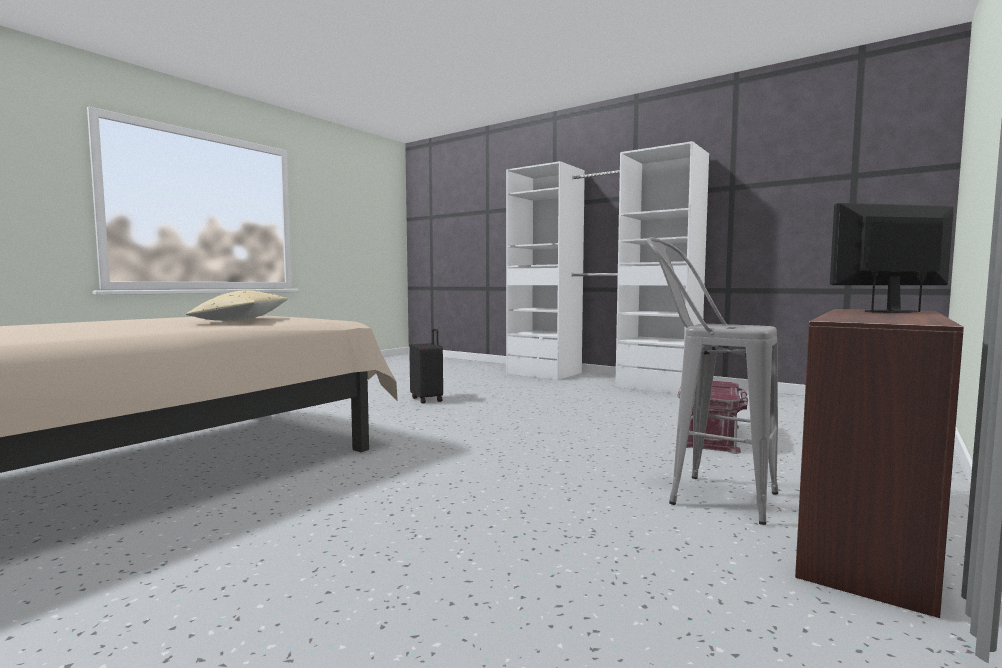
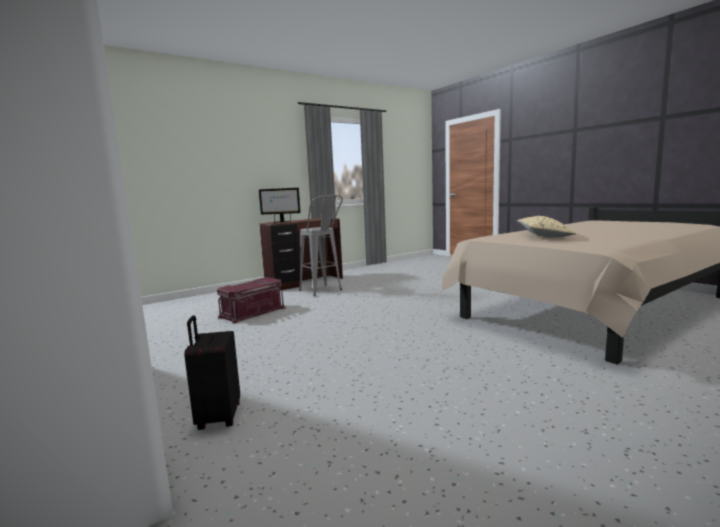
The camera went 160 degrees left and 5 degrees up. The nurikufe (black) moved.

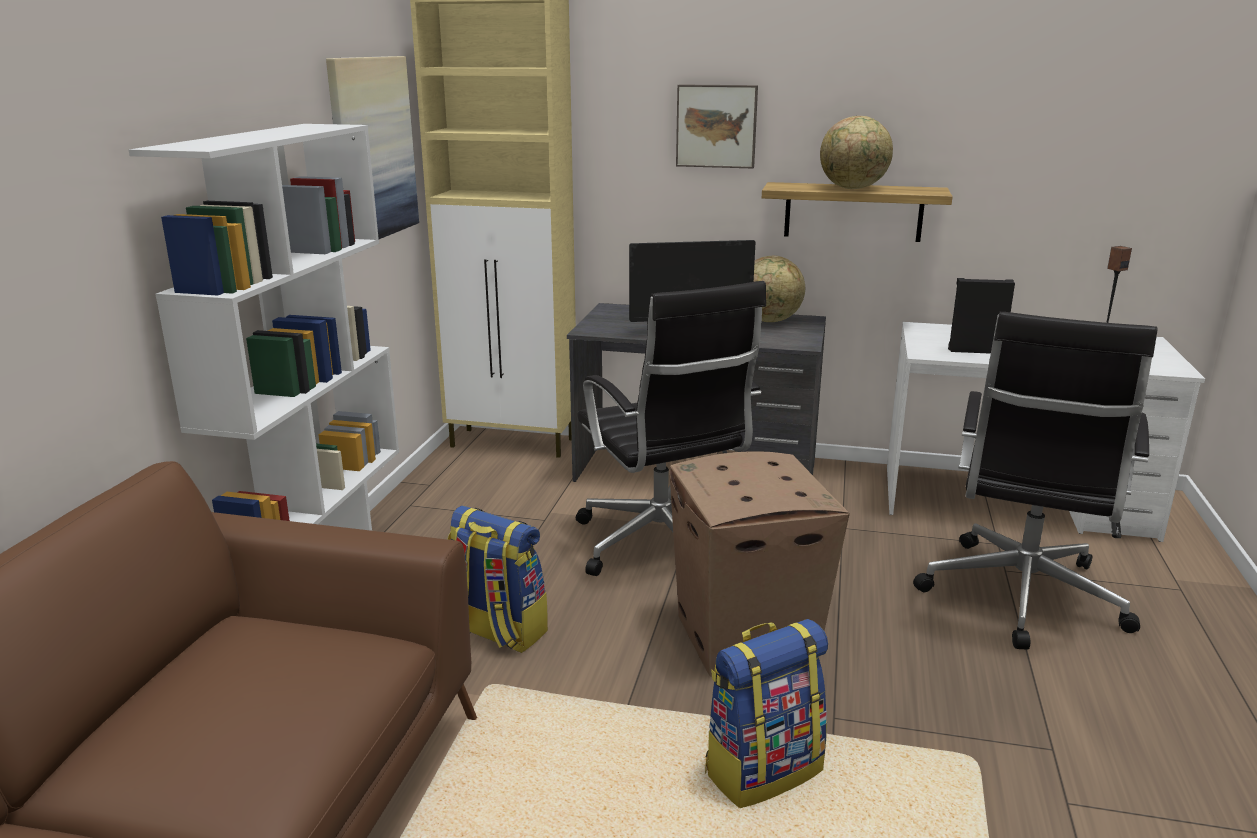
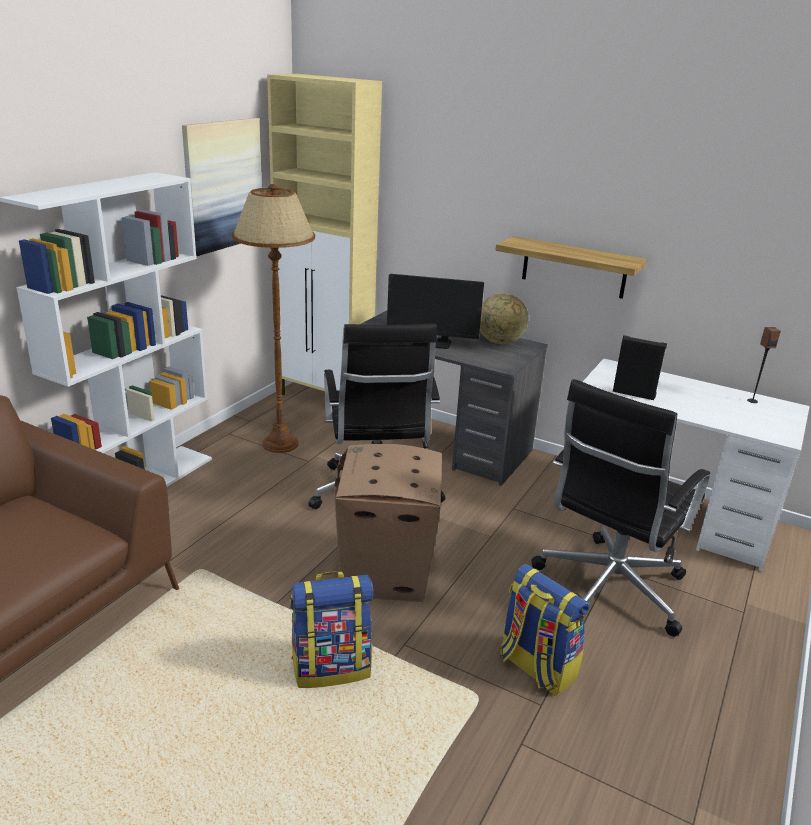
The camera went 15 degrees right and 5 degrees up. The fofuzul (2nd from left) disappeared. The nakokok (2nd from left) disappeared. The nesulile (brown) appeared. The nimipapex (1st from left in the first image) moved.

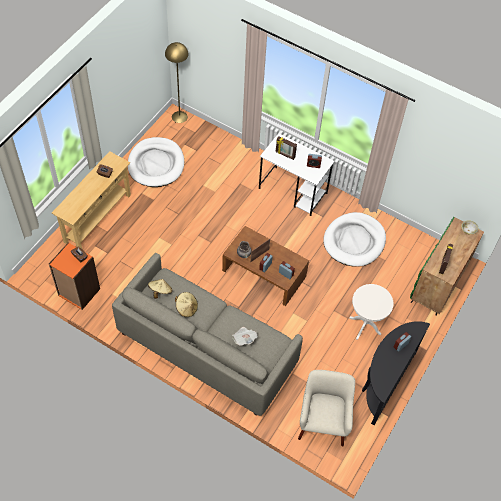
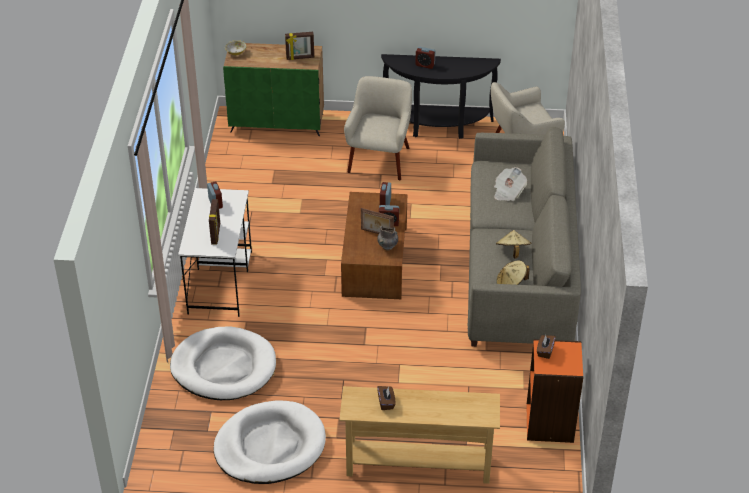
The camera went 115 degrees left and 15 degrees down. The nesulile (yellow) disappeared. The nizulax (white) (2nd from left in the first image) moved. The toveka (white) was replaced by the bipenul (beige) (1st from left).

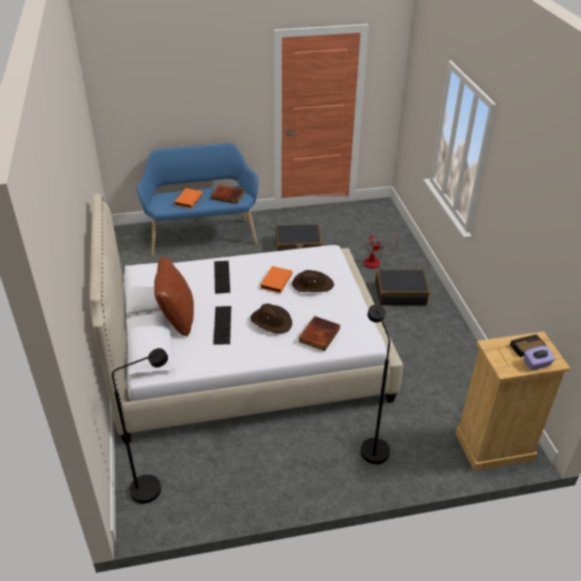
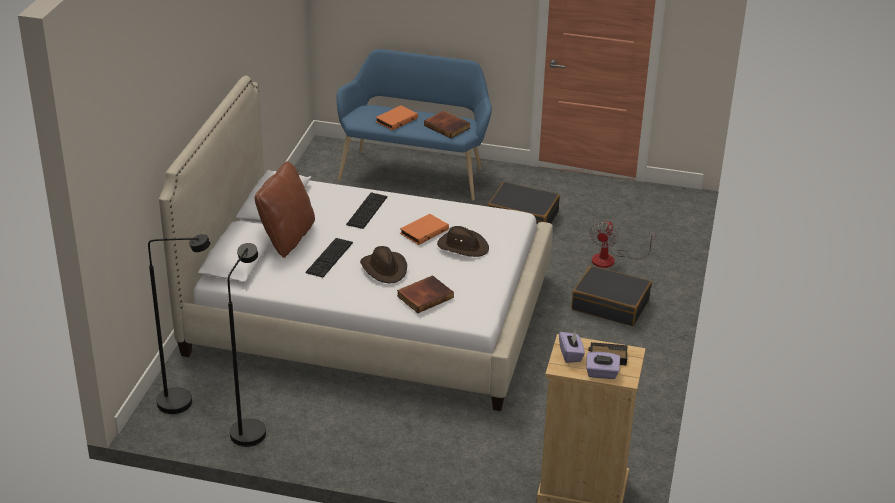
The camera went 25 degrees right and 5 degrees down. The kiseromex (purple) (1st from left) appeared. The nesulile (black) (2nd from left) moved.

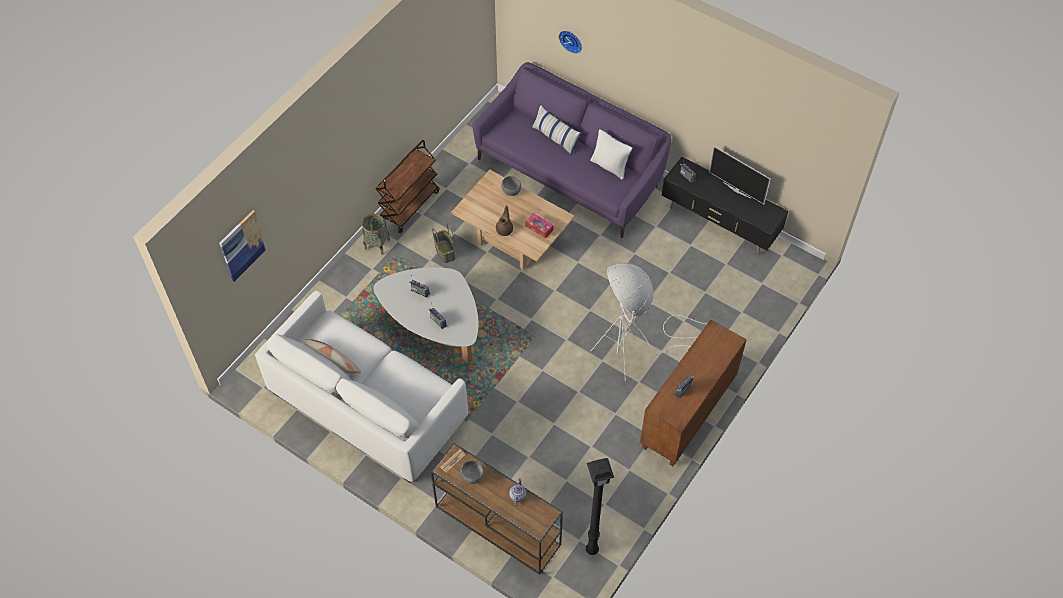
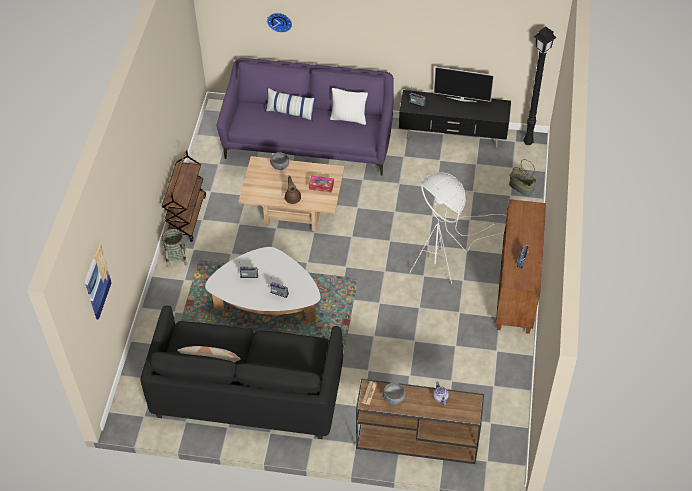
The camera went 25 degrees left and 5 degrees down. The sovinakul (2nd from left) moved. The nesulile (black) moved. The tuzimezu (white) became the tuzimezu (black).

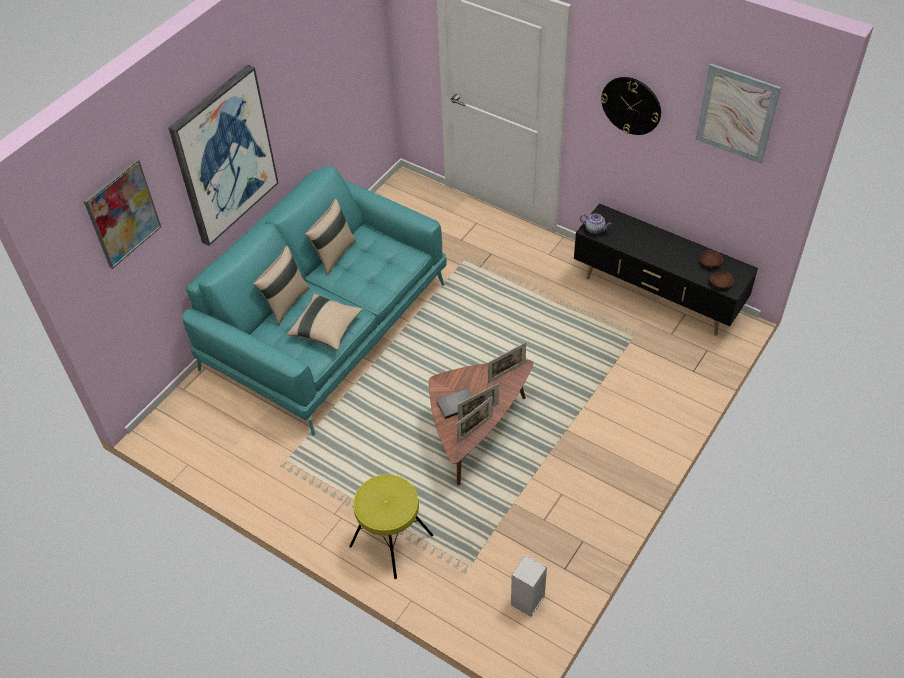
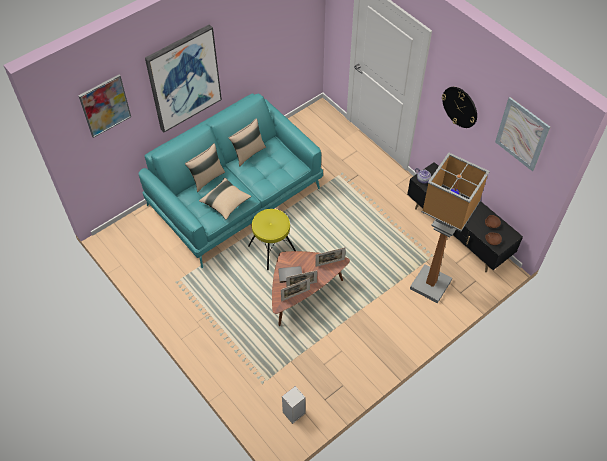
The camera went 15 degrees right and 5 degrees up. The nesulile appeared. The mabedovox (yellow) moved.

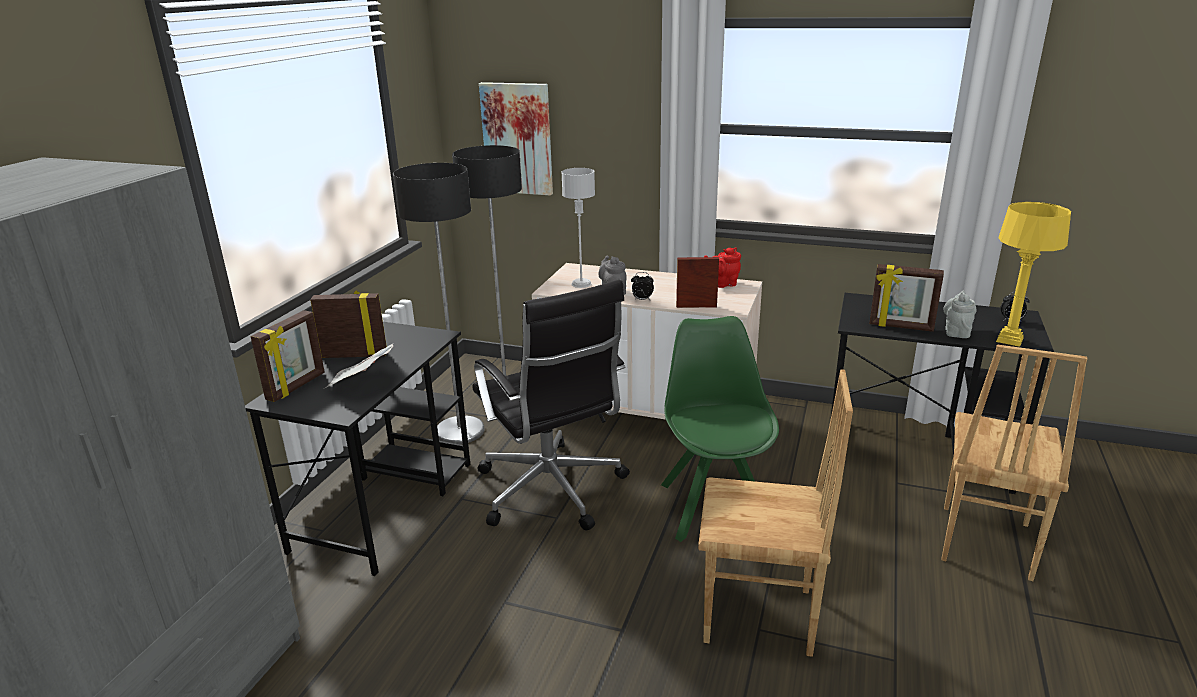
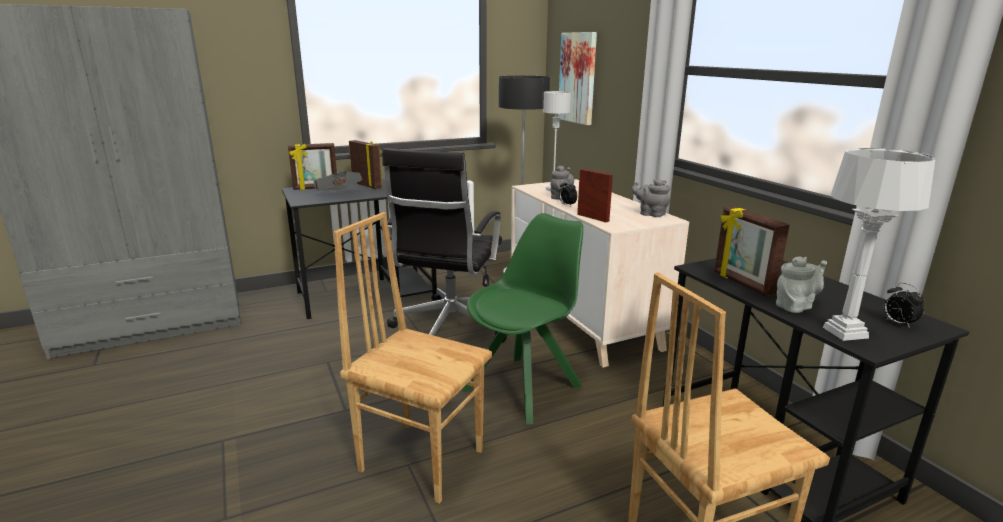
The camera went 45 degrees right and 5 degrees down. The nesulile (1st from left) disappeared. The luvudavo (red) became the luvudavo (grey) (2nd from left). The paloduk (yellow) became the paloduk (grey) (2nd from left). The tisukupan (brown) (1st from left) turned 150 degrees clockwise.

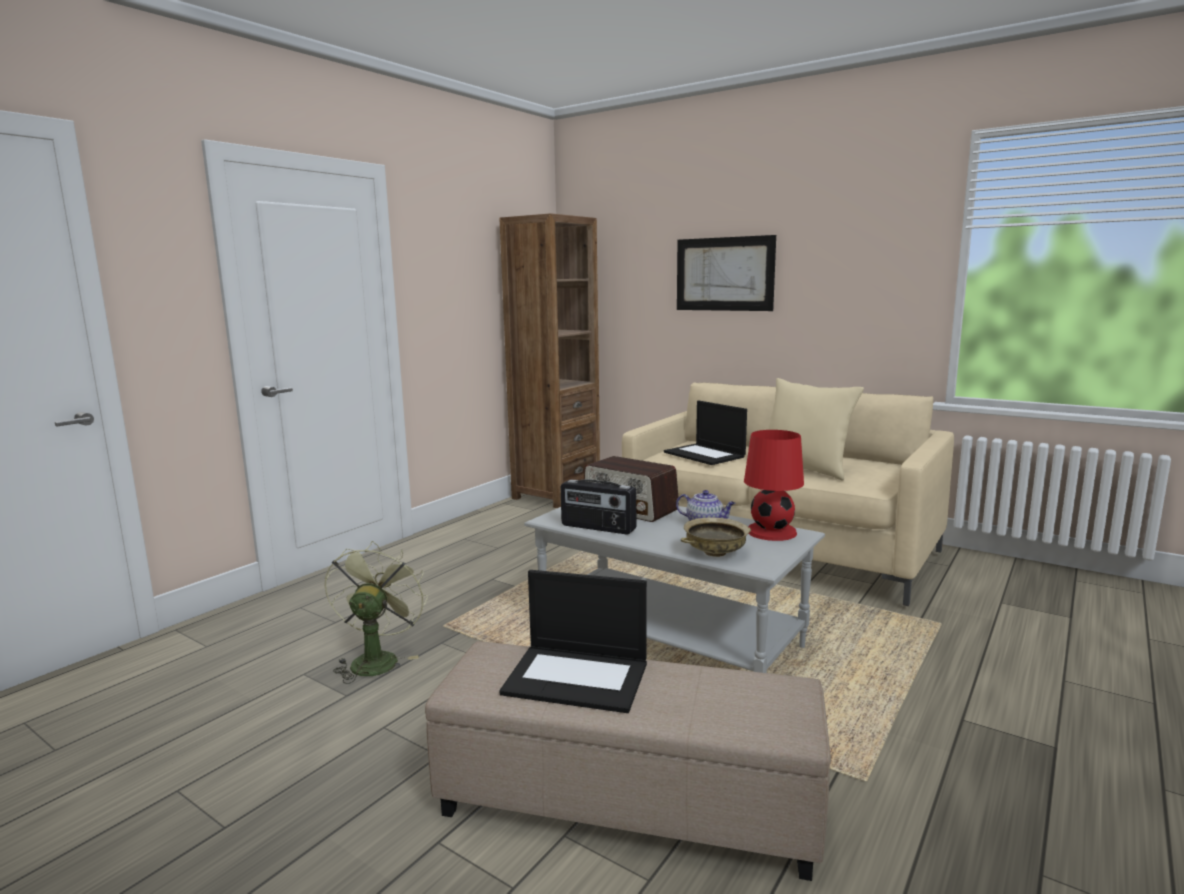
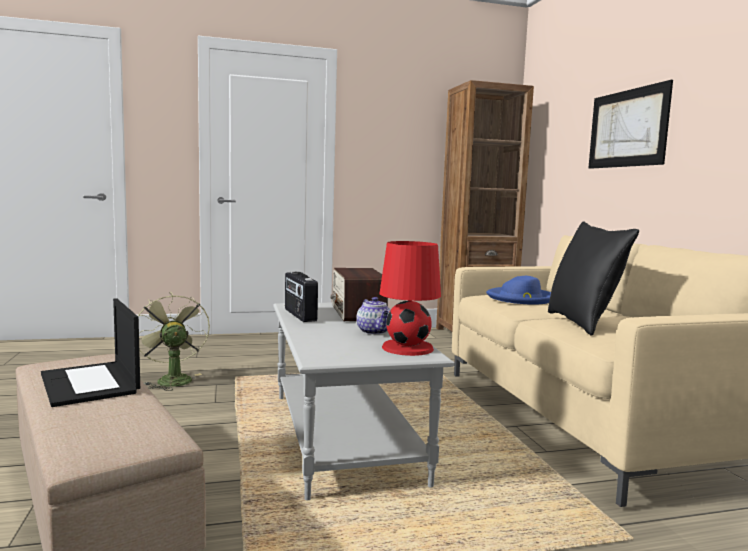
The camera went 40 degrees right and 5 degrees down. The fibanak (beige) disappeared. The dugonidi (2nd from left) was replaced by the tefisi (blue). The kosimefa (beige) became the kosimefa (black). The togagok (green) turned 75 degrees counterclockwise.

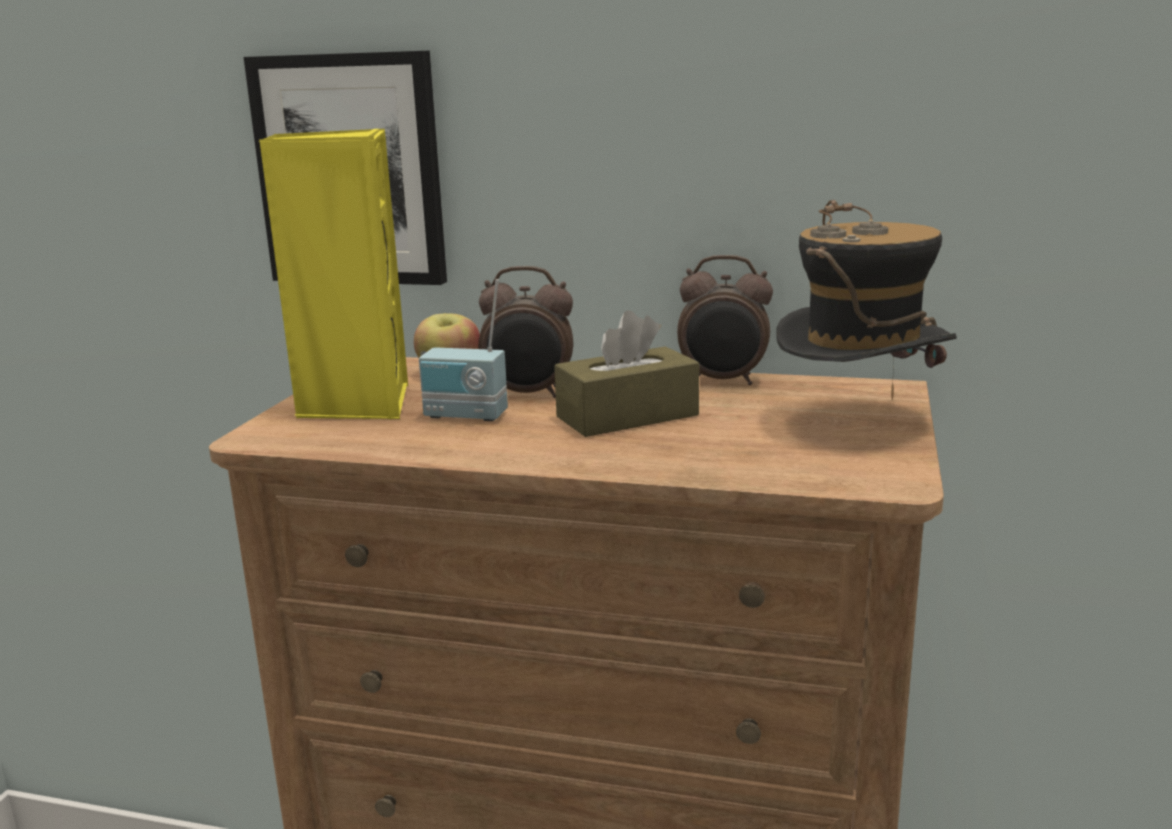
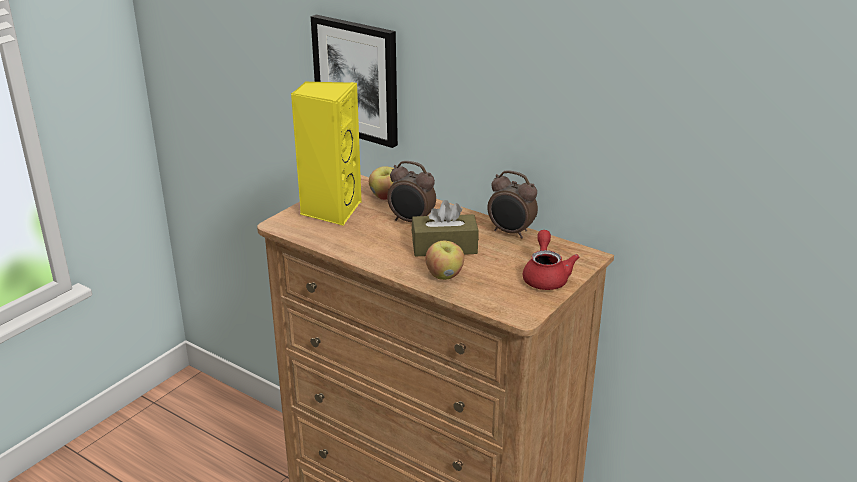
The camera went 20 degrees right and 10 degrees up. The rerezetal disappeared. The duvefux (2nd from left) appeared. The tefisi was replaced by the luvudavo (red).

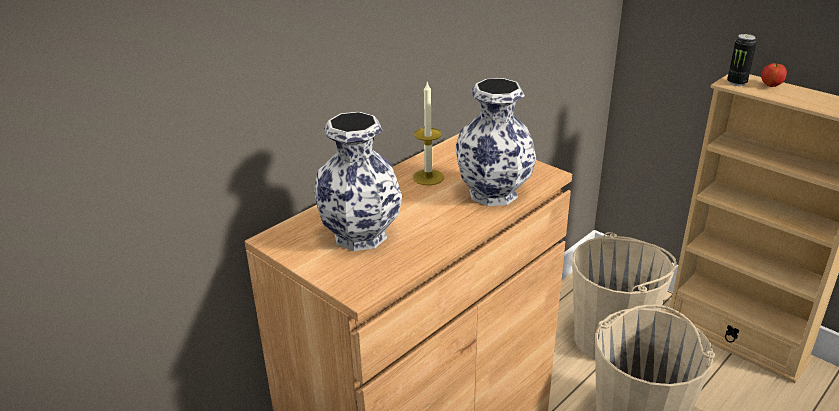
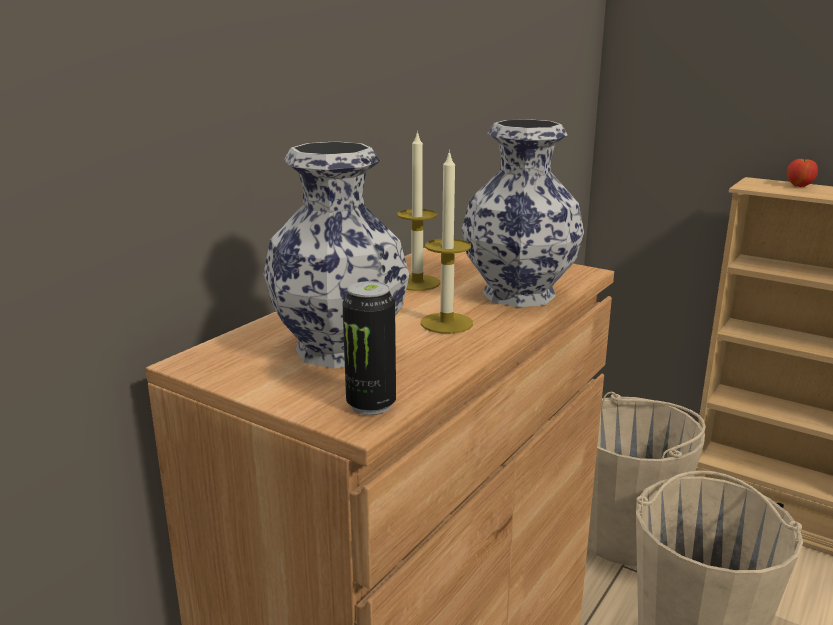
The camera went 10 degrees left and 10 degrees down. The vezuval (2nd from left) appeared. The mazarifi moved.

